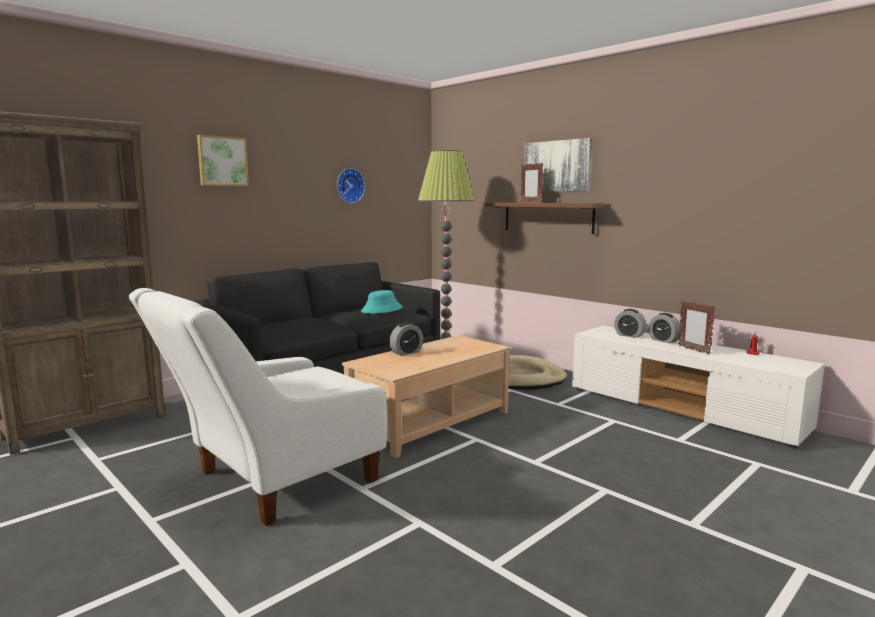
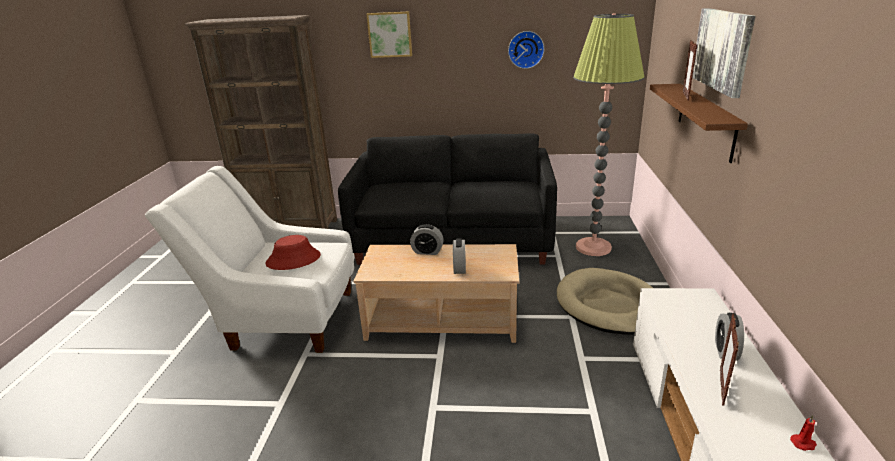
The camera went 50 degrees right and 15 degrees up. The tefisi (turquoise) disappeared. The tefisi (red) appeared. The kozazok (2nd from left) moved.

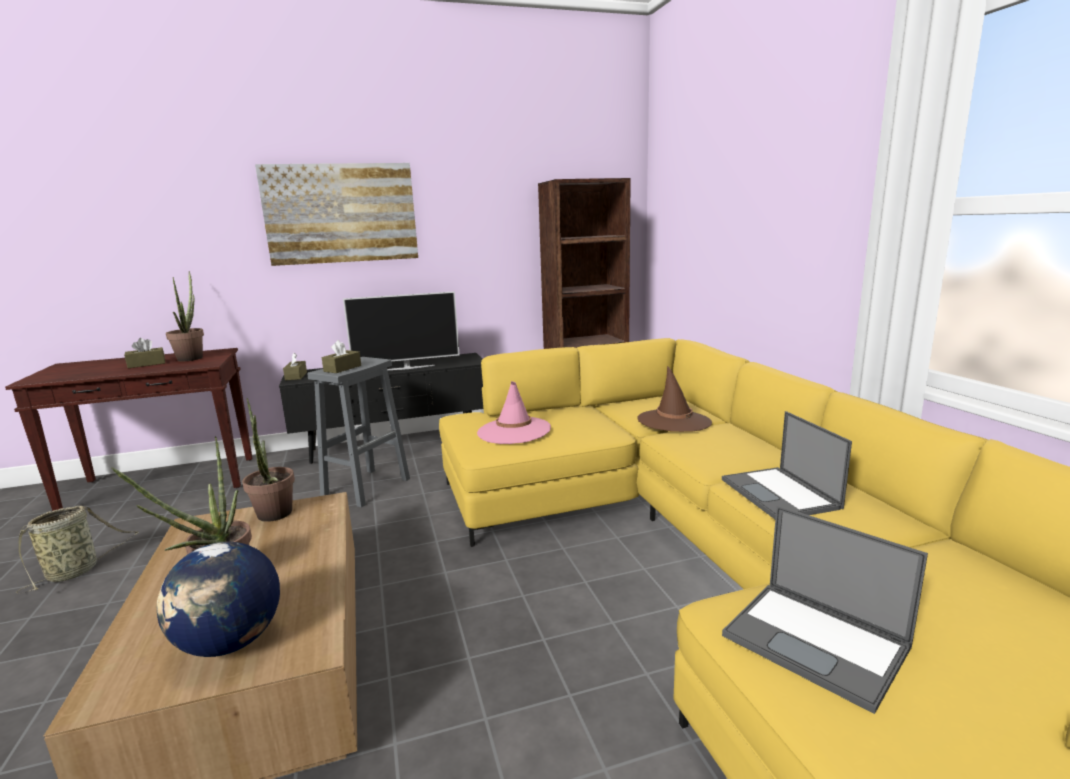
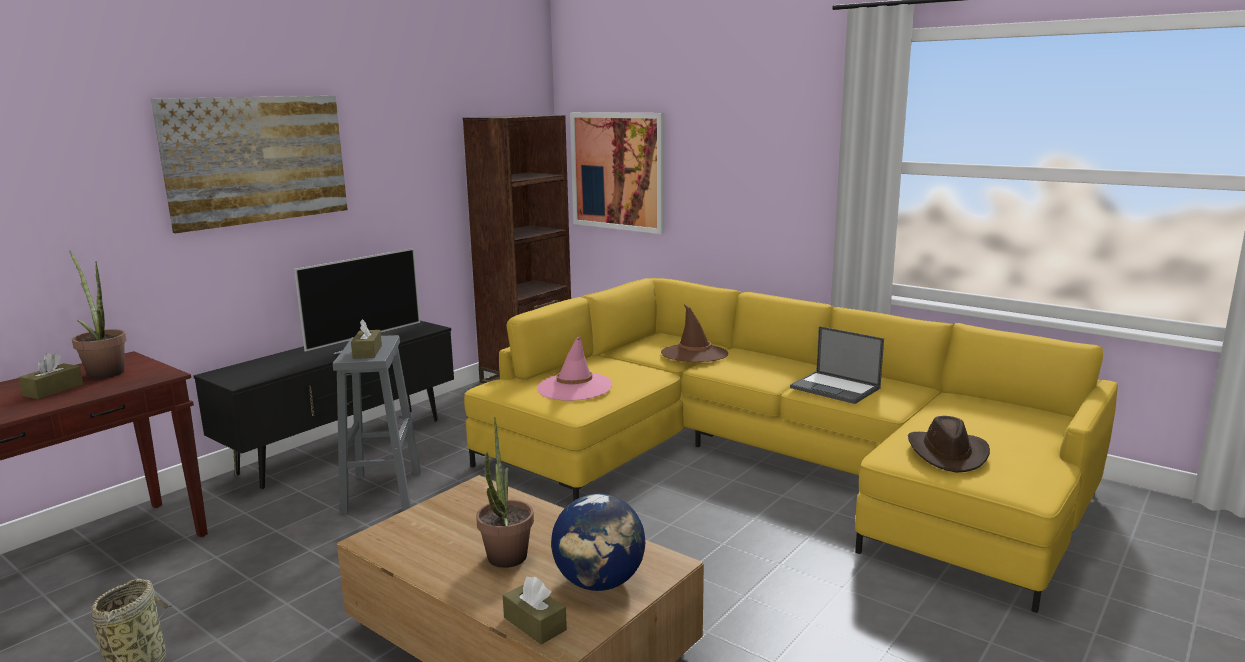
The camera went 35 degrees left and 0 degrees up. The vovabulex (3rd from left) disappeared. The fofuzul (2nd from left) appeared. The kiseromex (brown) (2nd from left in the first image) moved. The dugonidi (2nd from left) was replaced by the tefisi (brown) (2nd from left).

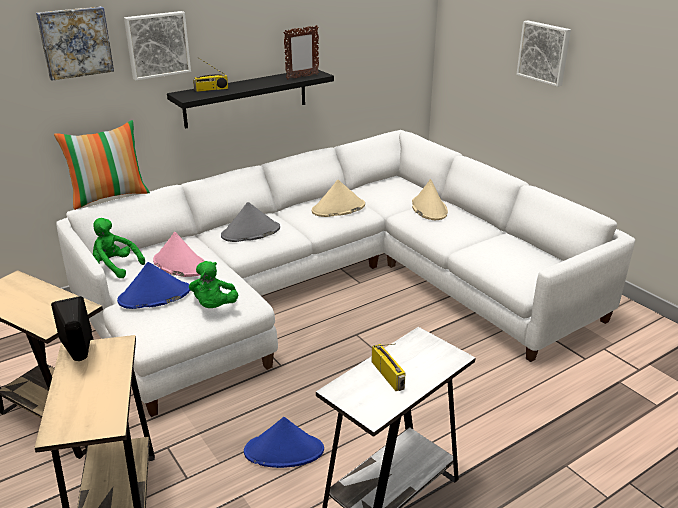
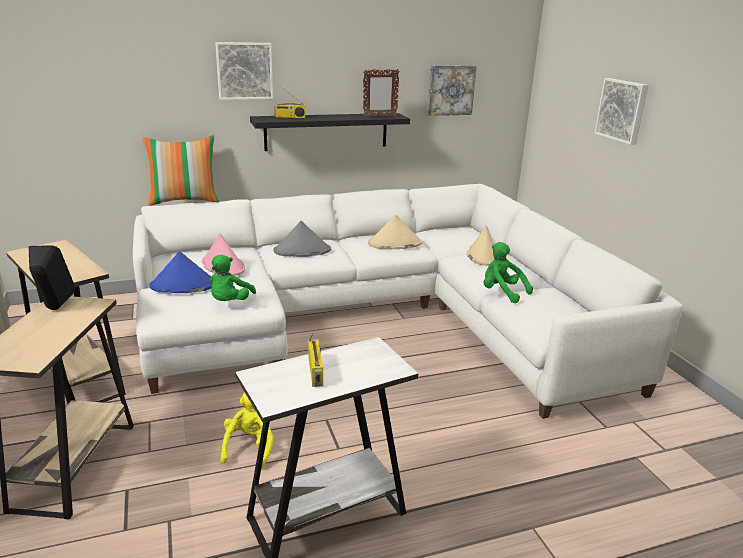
The camera went 15 degrees right and 5 degrees down. The fofuzul (1st from left in the first image) moved. The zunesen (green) (1st from left in the first image) moved. The tefisi (blue) (2nd from left) was replaced by the zunesen (yellow).

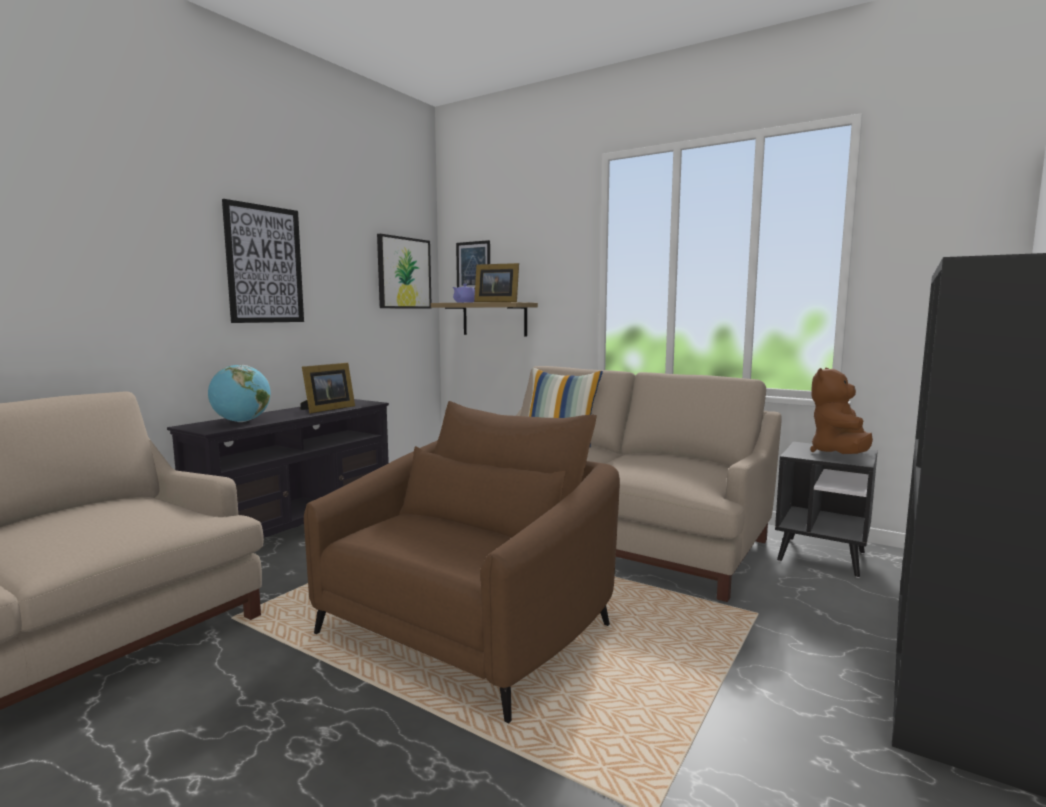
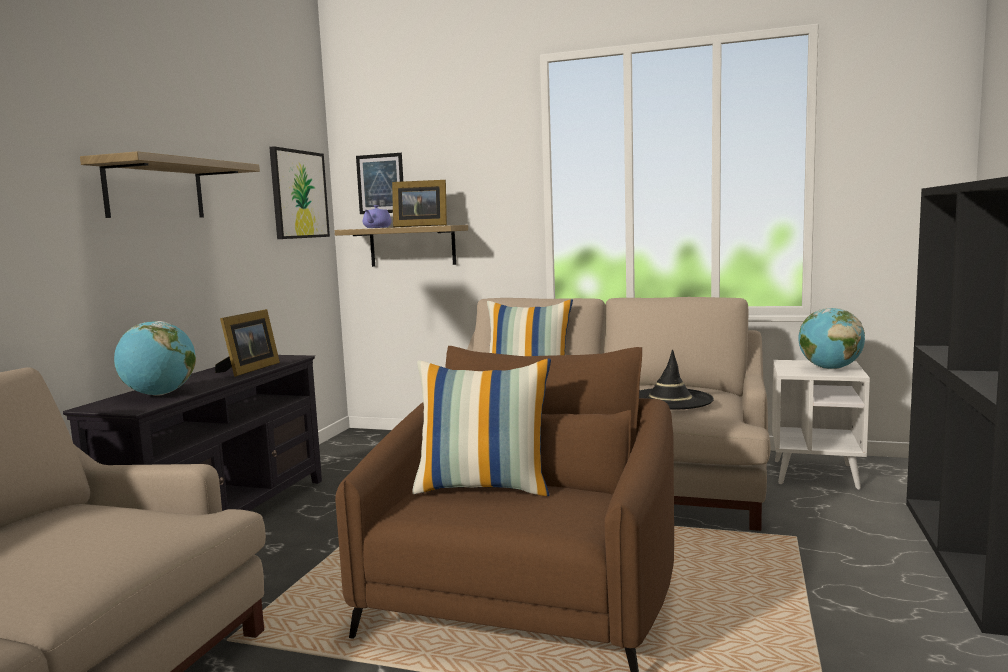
The camera went 15 degrees left and 0 degrees up. The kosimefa (1st from left) appeared. The tefisi (black) appeared. The fofuzul (1st from left) was replaced by the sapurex (1st from left). The zunesen (brown) was replaced by the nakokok (2nd from left). The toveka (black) became the toveka (white).

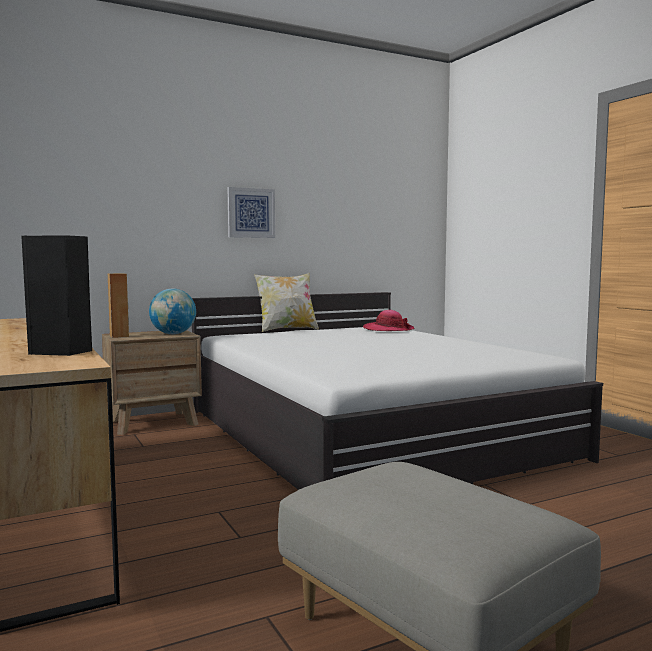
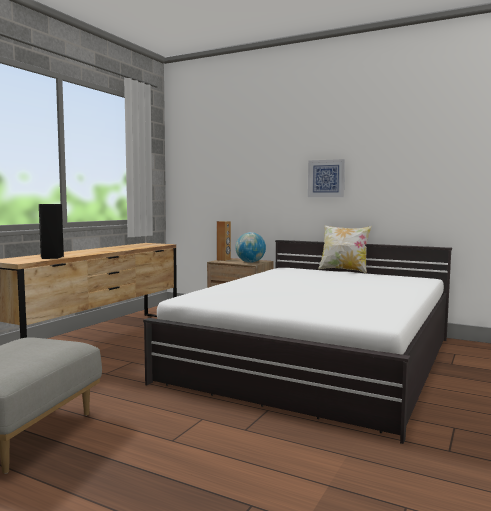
The camera went 55 degrees right and 0 degrees up. The tefisi disappeared.

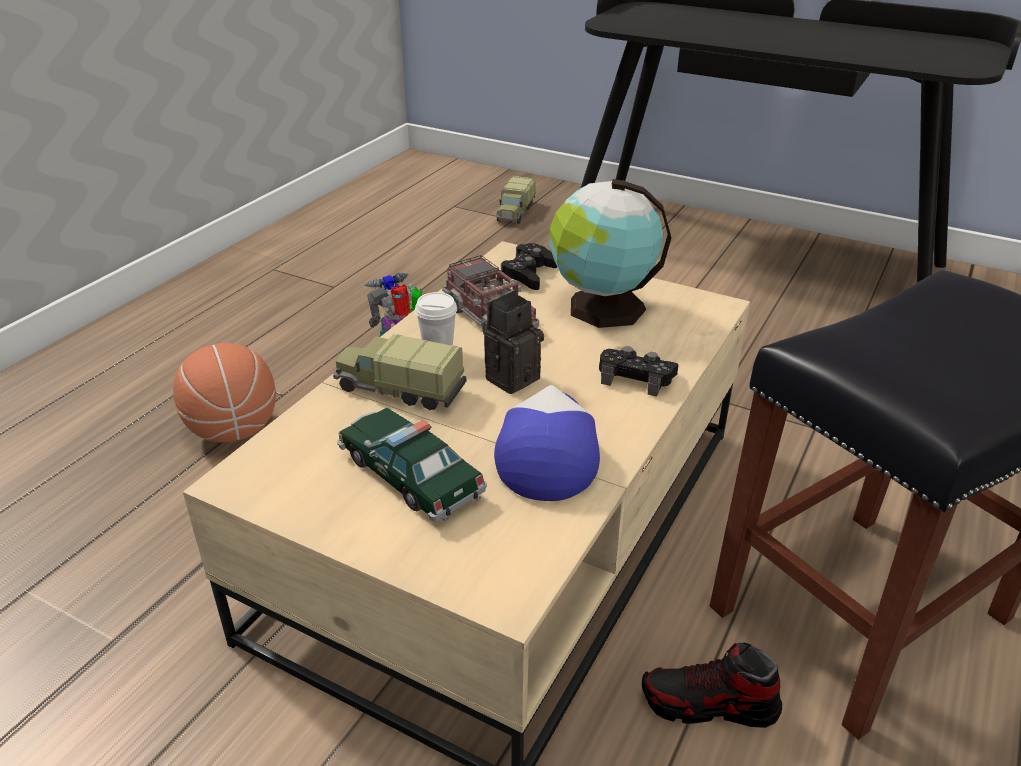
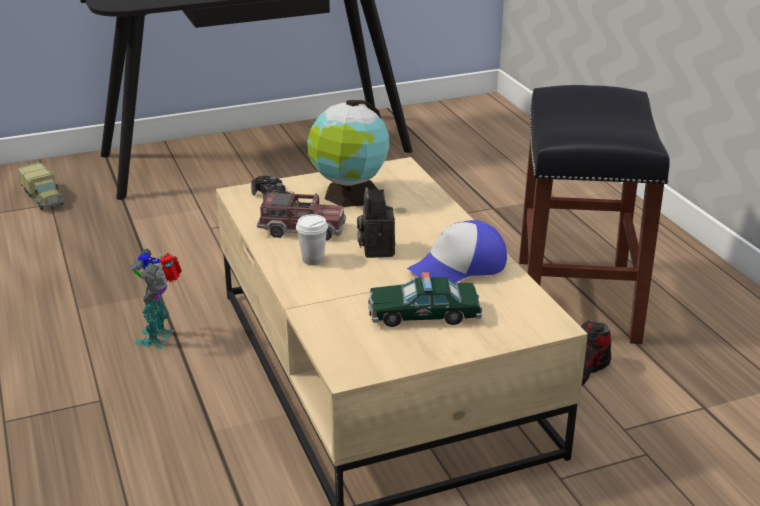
The camera went 50 degrees left and 5 degrees down. The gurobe disappeared. The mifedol (1st from left) disappeared. The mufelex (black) (2nd from left) disappeared. The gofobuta turned 75 degrees counterclockwise.

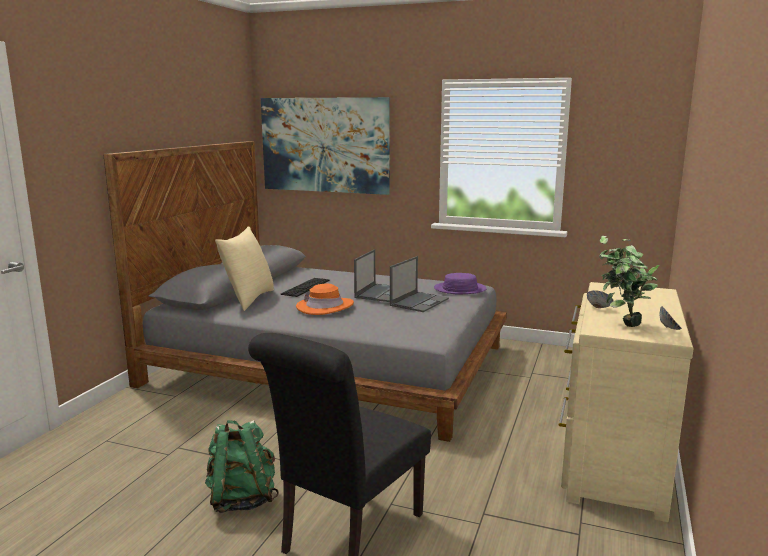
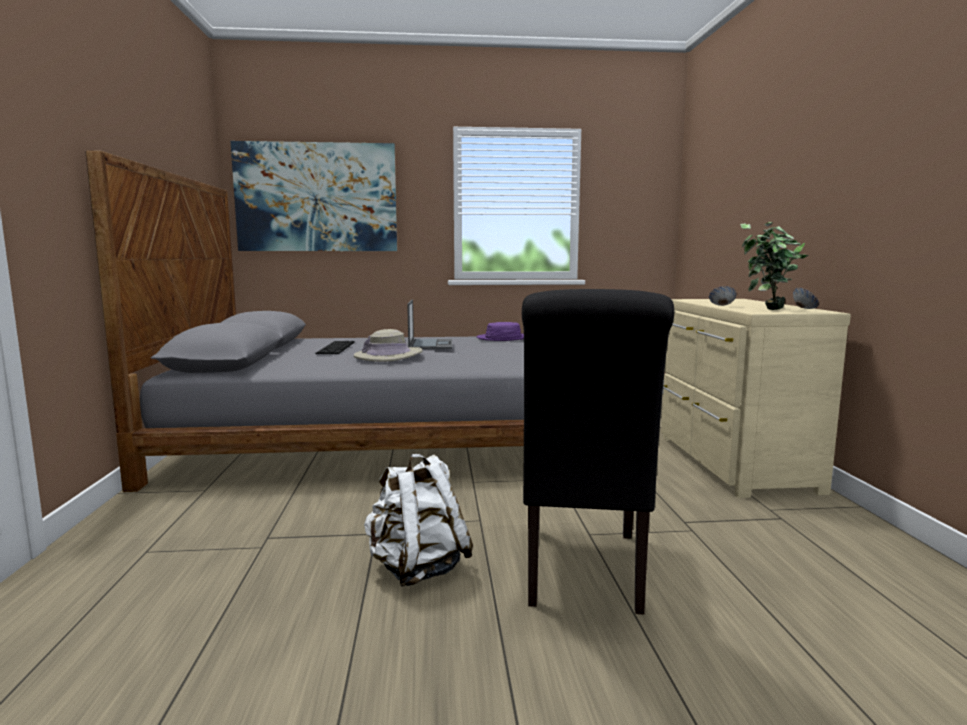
The camera went 25 degrees left and 5 degrees down. The kosimefa (beige) disappeared. The dugonidi (2nd from left) disappeared. The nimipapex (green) became the nimipapex (white). The tefisi (orange) became the tefisi (beige).

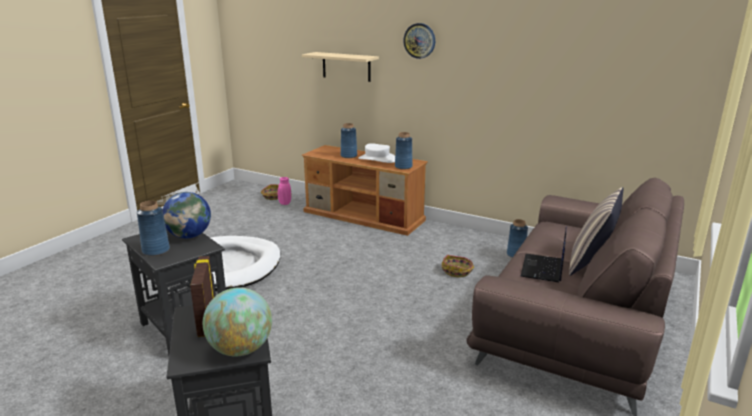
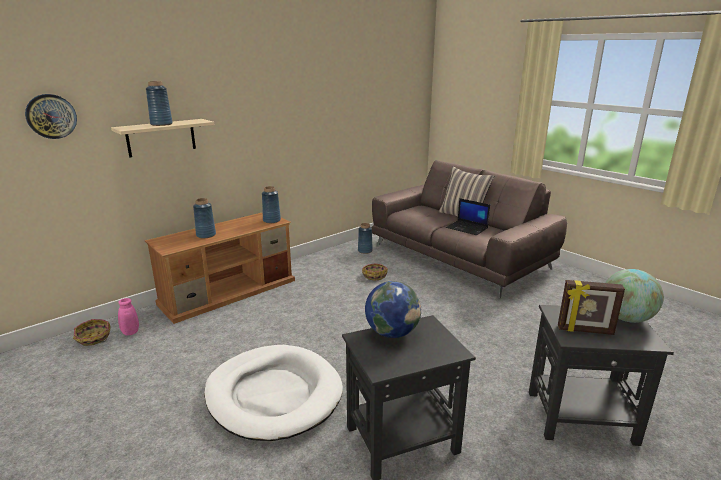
The camera went 70 degrees left and 0 degrees up. The tefisi (white) disappeared. The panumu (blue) (1st from left) moved. The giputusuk moved.

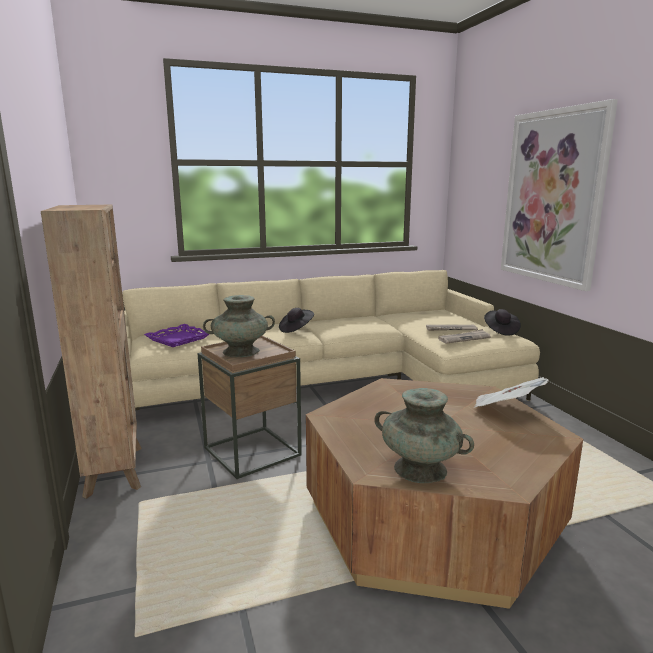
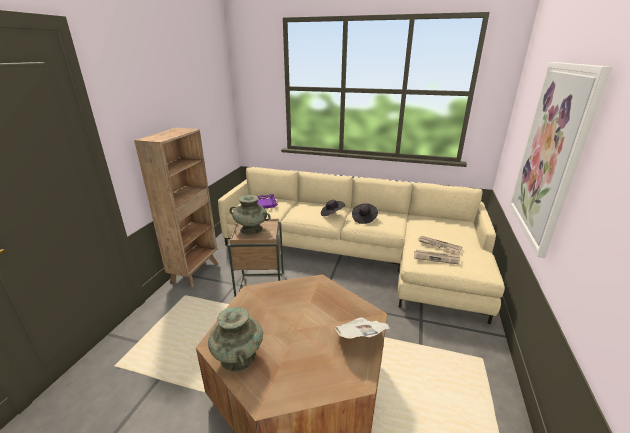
The camera went 35 degrees right and 10 degrees up. The tefisi (black) (2nd from left) moved.

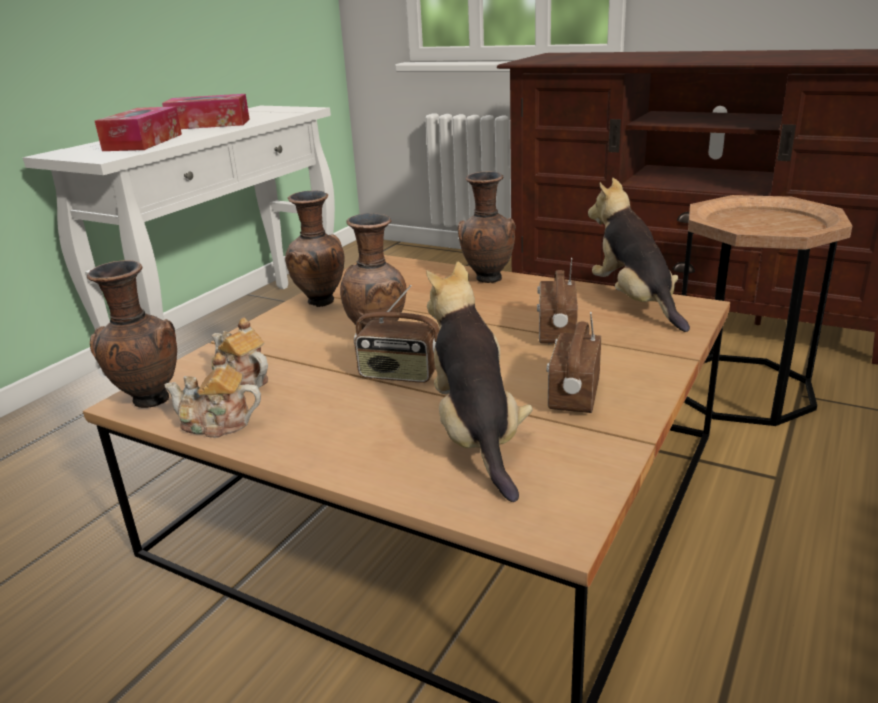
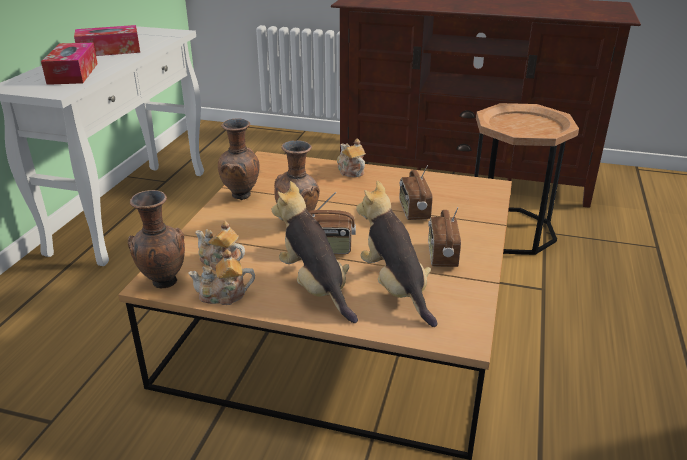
The camera went 15 degrees left and 5 degrees up. The zunesen (2nd from left in the first image) moved. The panumu (brown) (4th from left) was replaced by the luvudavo (3rd from left).

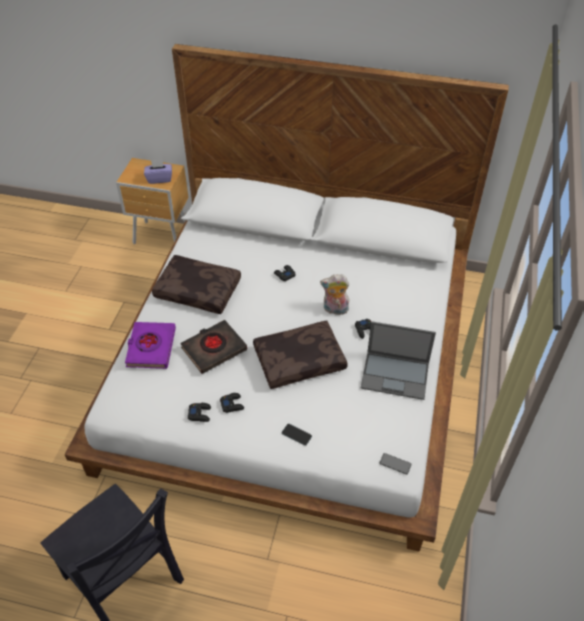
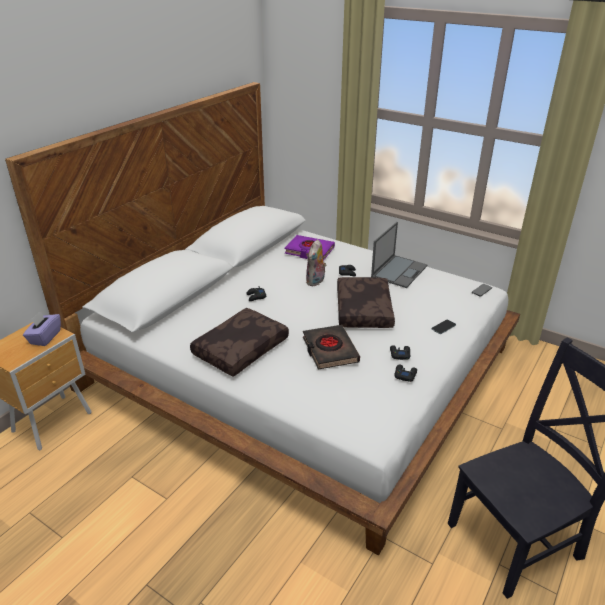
The camera went 70 degrees left and 15 degrees down. The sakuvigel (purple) moved.

